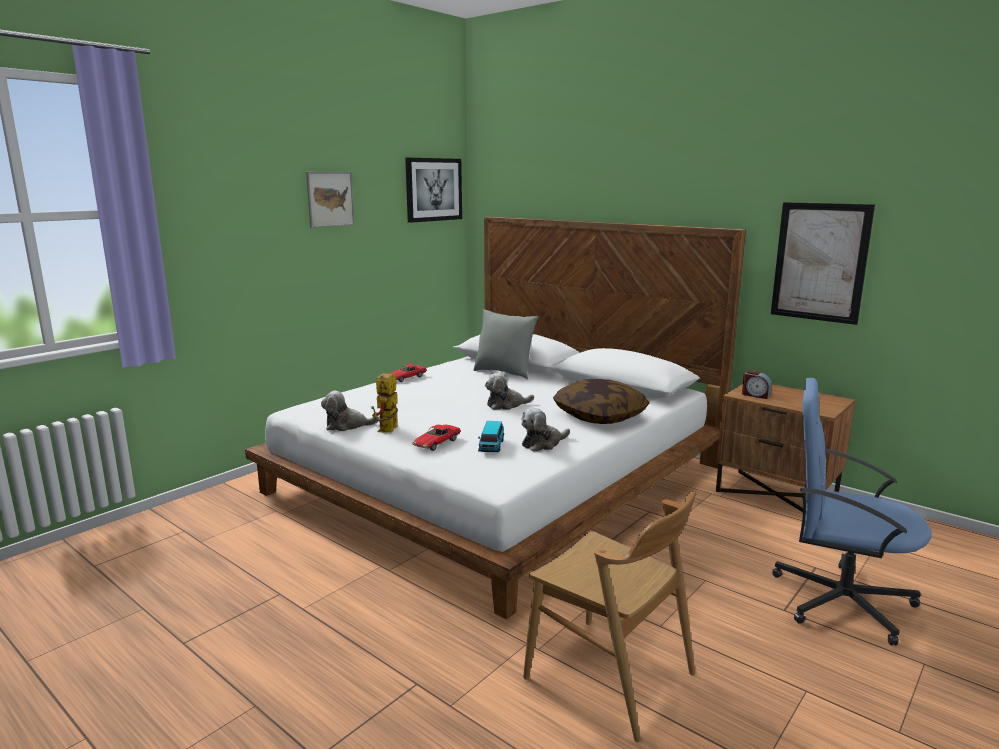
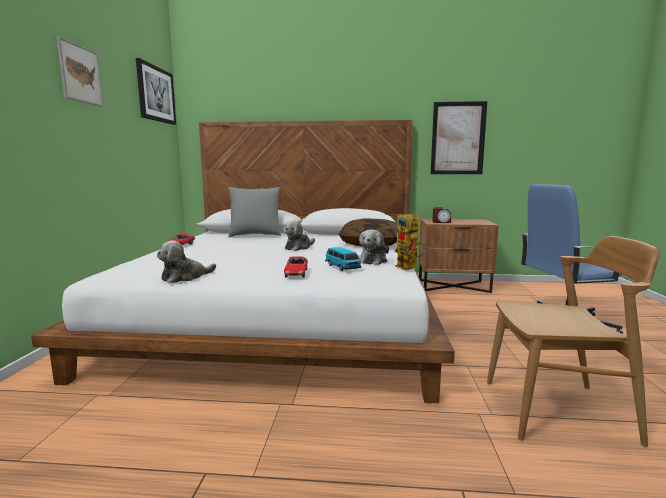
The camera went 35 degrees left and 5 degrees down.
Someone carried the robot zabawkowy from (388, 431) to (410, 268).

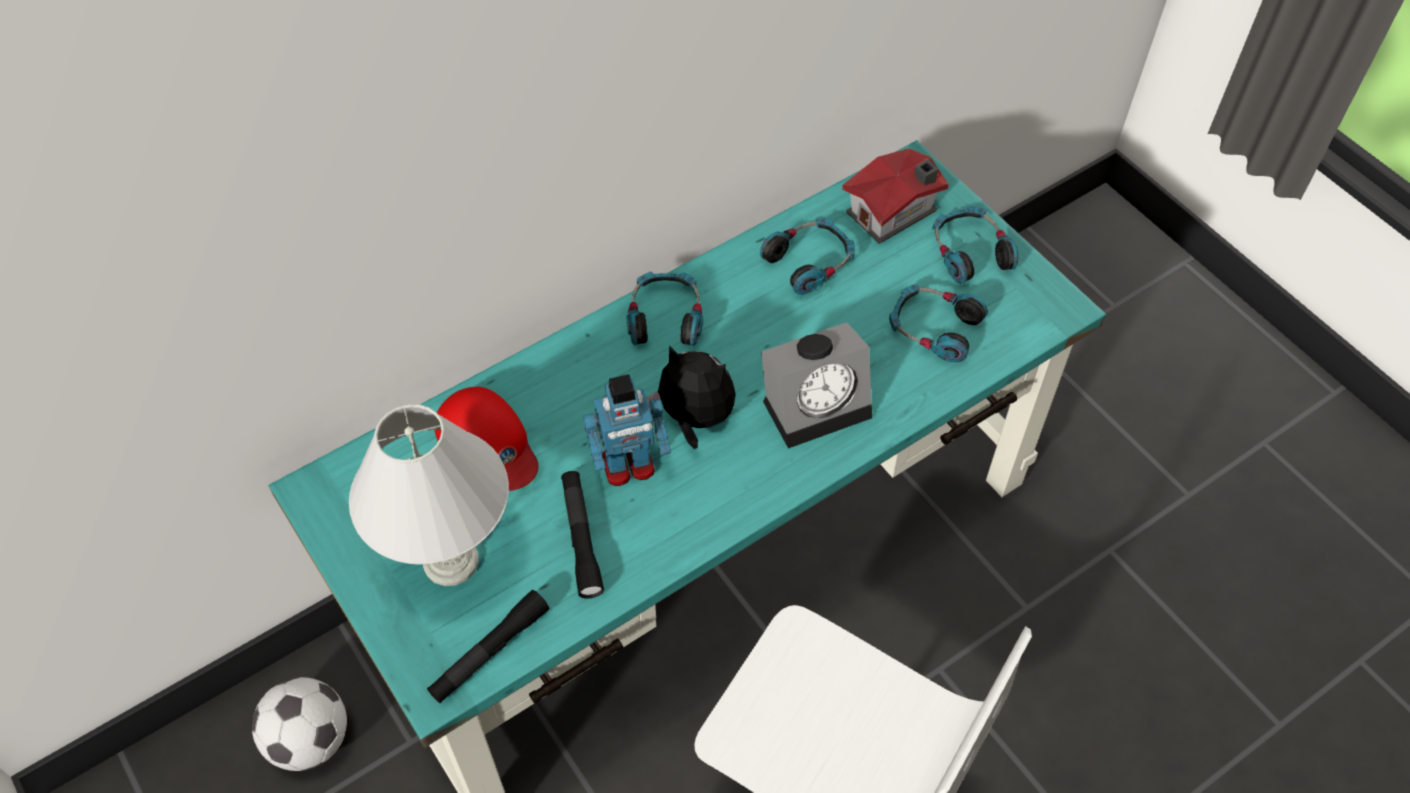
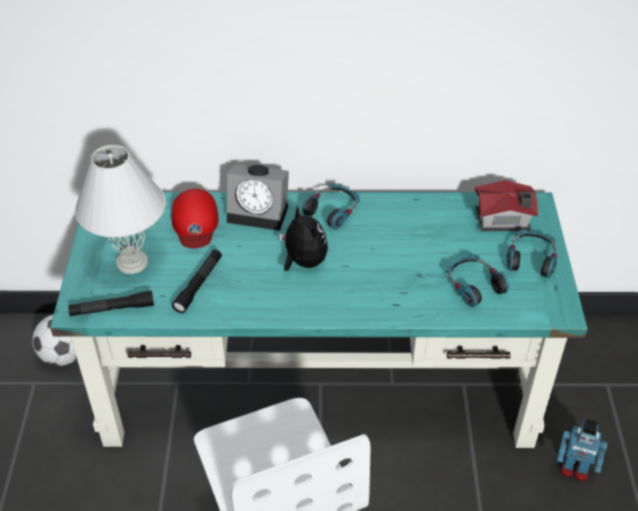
The camera went 35 degrees right and 10 degrees down.
Someone took away the słuchawki at (809, 261).
Someone carried the robot zabawkowy from (628, 466) to (574, 469).
Someone carried the budzik from (818, 404) to (260, 212).

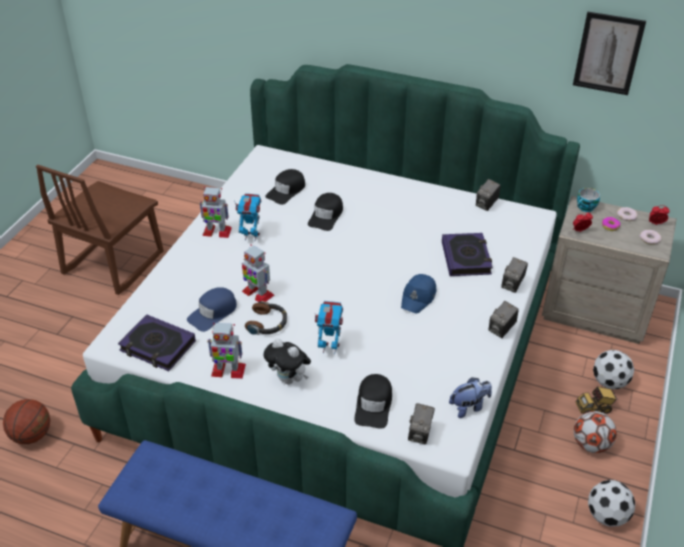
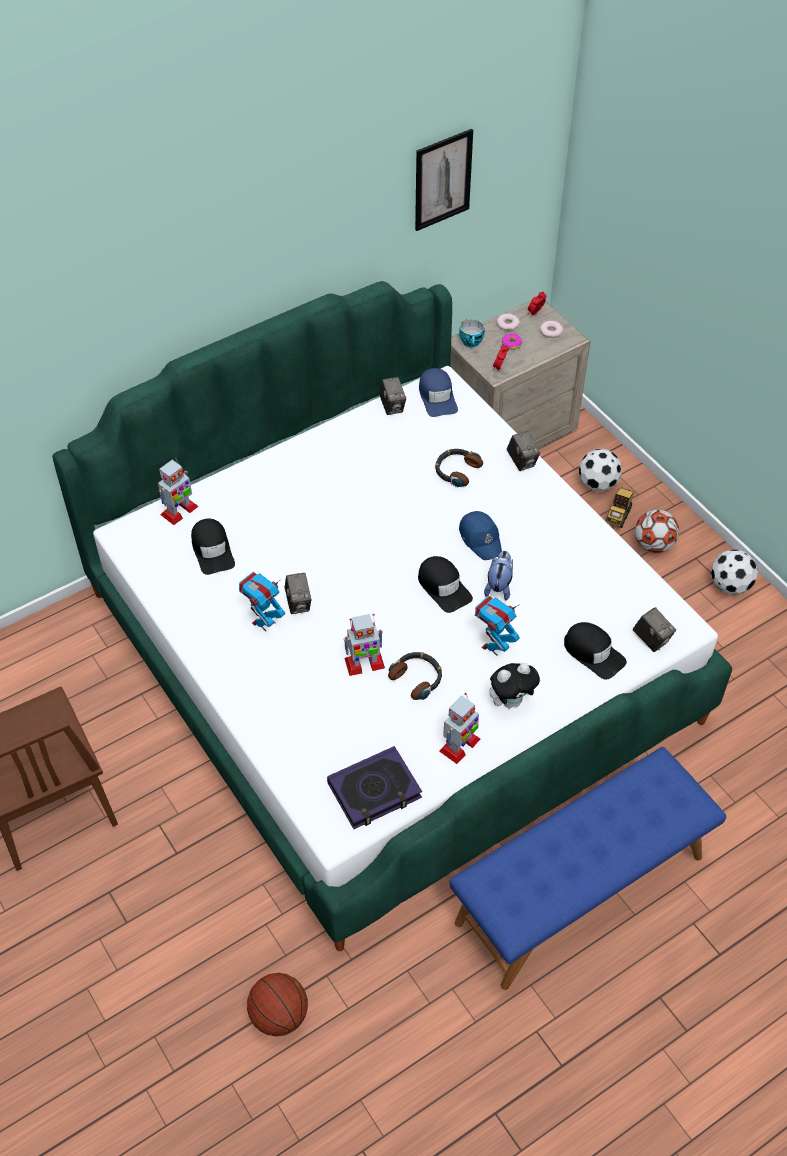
The camera went 55 degrees left and 10 degrees up.
Someone carried the czapka z daszkiem [niebieski] from (213, 313) to (437, 397).
Someone carried the robot zabawkowy from (216, 232) to (179, 511).
Someone carried the czapka z daszkiem [czarny] from (326, 216) to (443, 587).
Someone carried the pluszak from (469, 407) to (499, 586).
Someone carried the aparat fotograficzny from (501, 329) to (298, 603).
Someone swapped the książka at (466, 258) for the słuchawki at (456, 470).

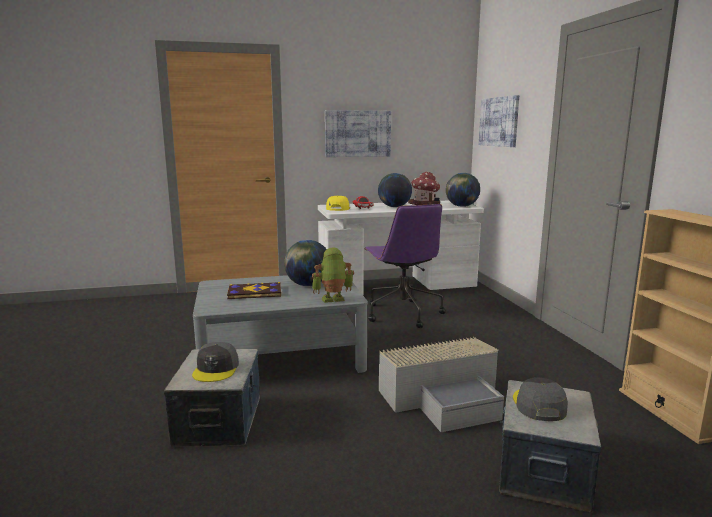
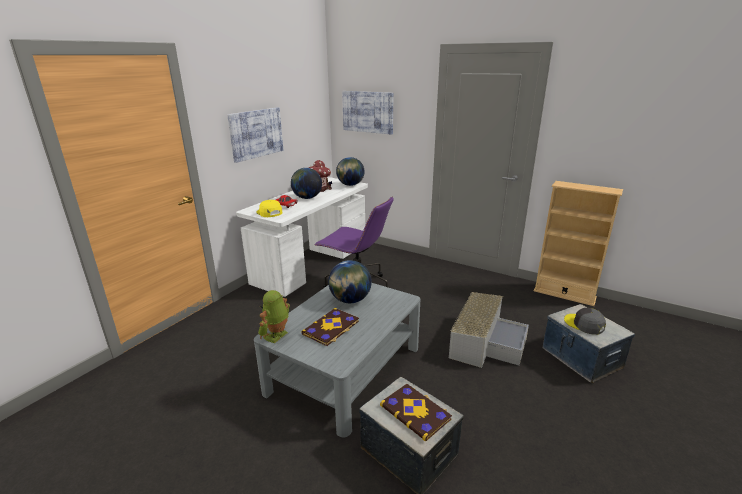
The camera went 45 degrees left and 10 degrees up.
Someone carried the robot zabawkowy from (333, 300) to (277, 336).
Someone swapped the czapka z daszkiem [szary] at (216, 369) for the książka at (416, 412).

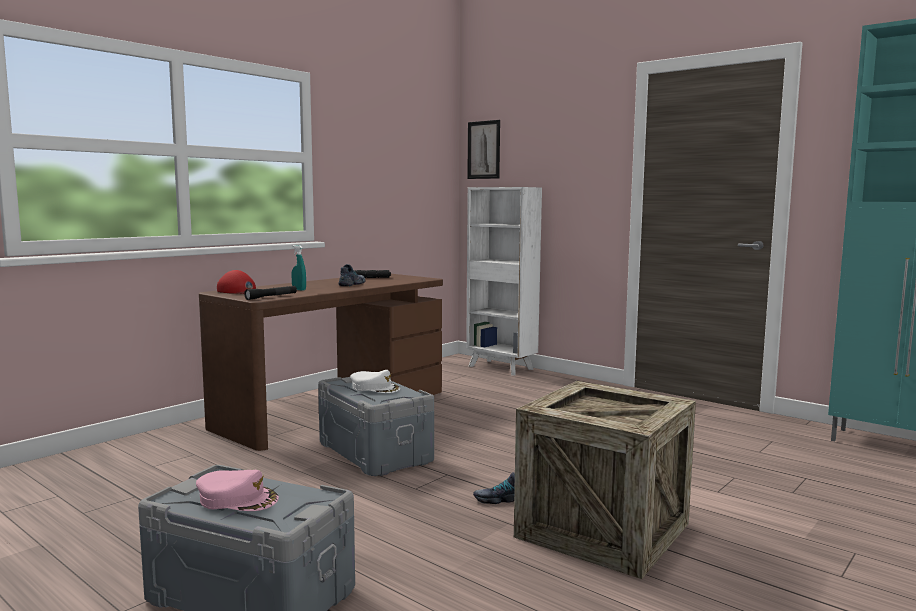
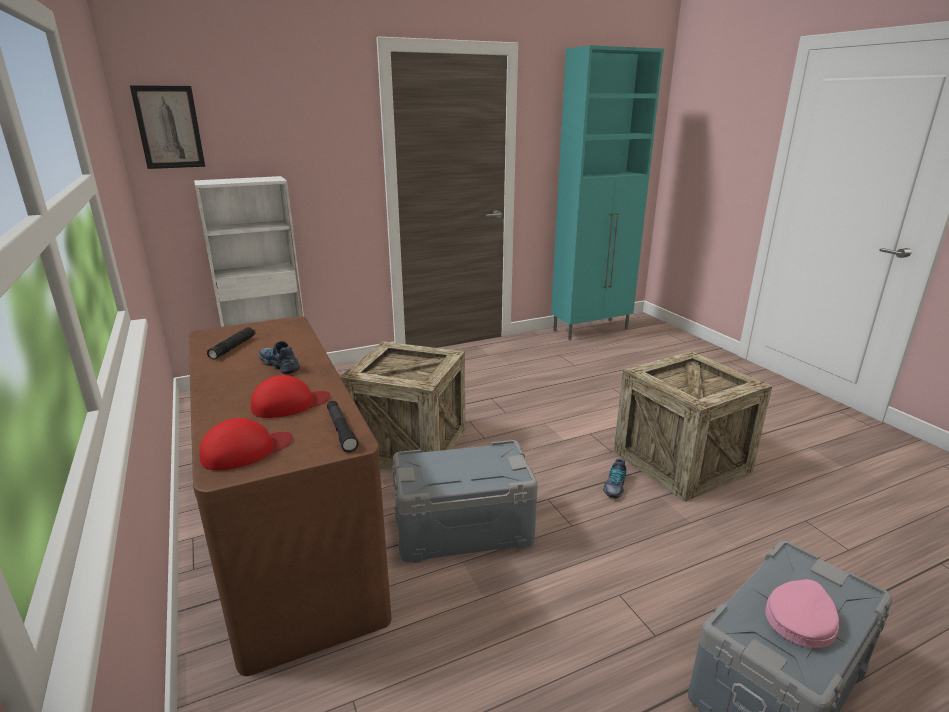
The camera went 65 degrees left and 15 degrees up.
Someone took away the czapka z daszkiem [biały] at (375, 388).
Someone put down the skrzynka at (409, 444).
Someone swapped the spryskiwacz [turkusowy] at (299, 289) for the czapka z daszkiem [czerwony] at (289, 404).

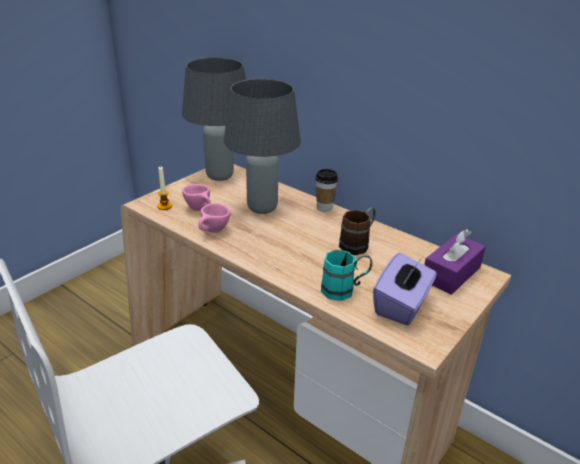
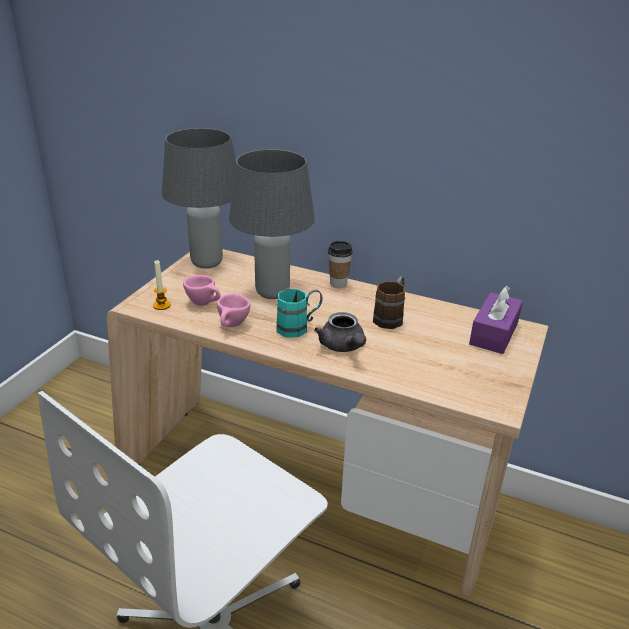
The camera went 15 degrees left and 0 degrees up.
Someone took away the pudełko chusteczek [fioletowy] at (402, 305).
Someone put down the imbryk [szary] at (343, 347).
Someone carried the kubek [turkusowy] from (345, 289) to (299, 327).

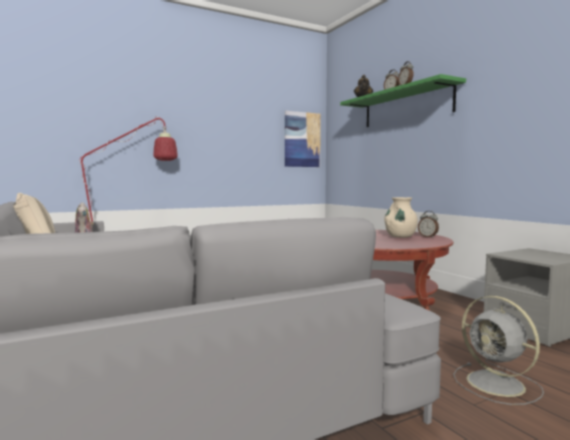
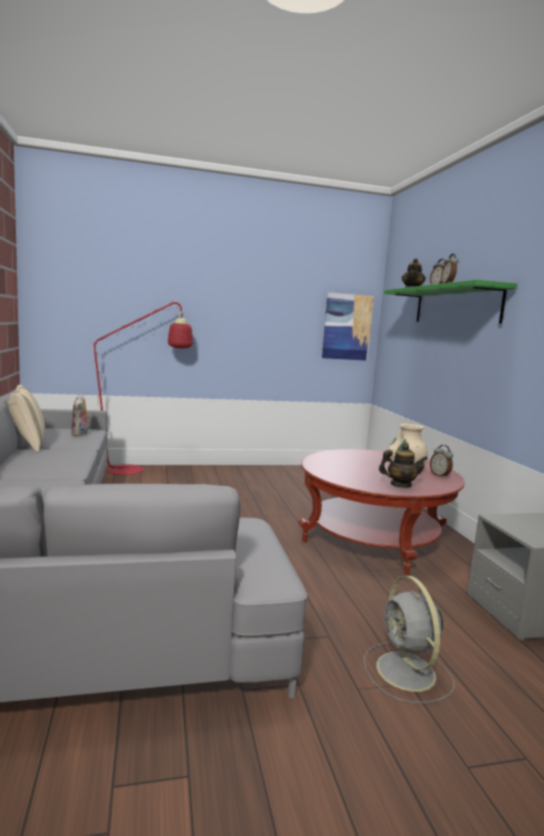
The camera went 15 degrees right and 5 degrees up.
Someone put down the imbryk at (400, 485).

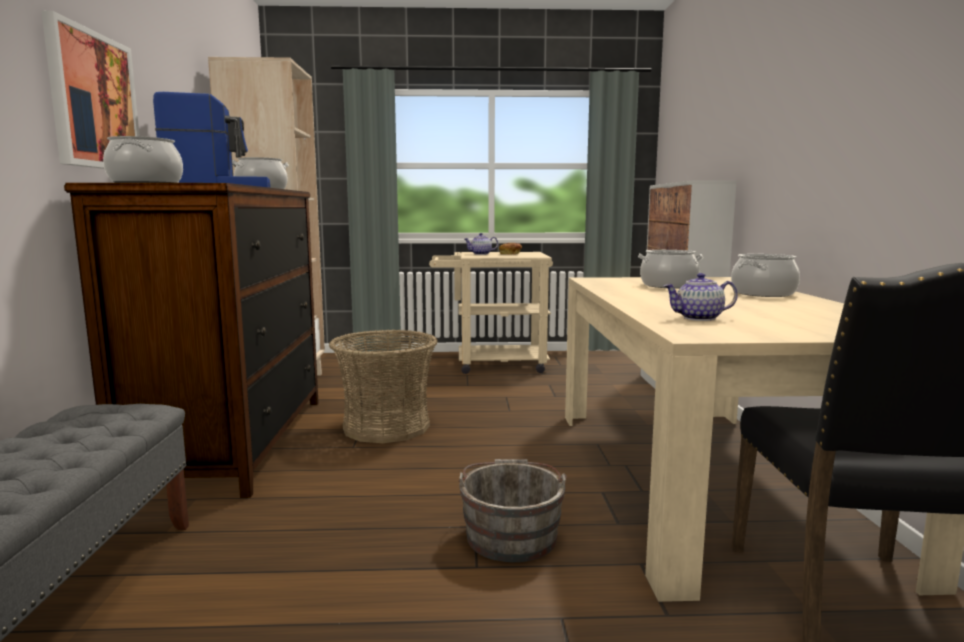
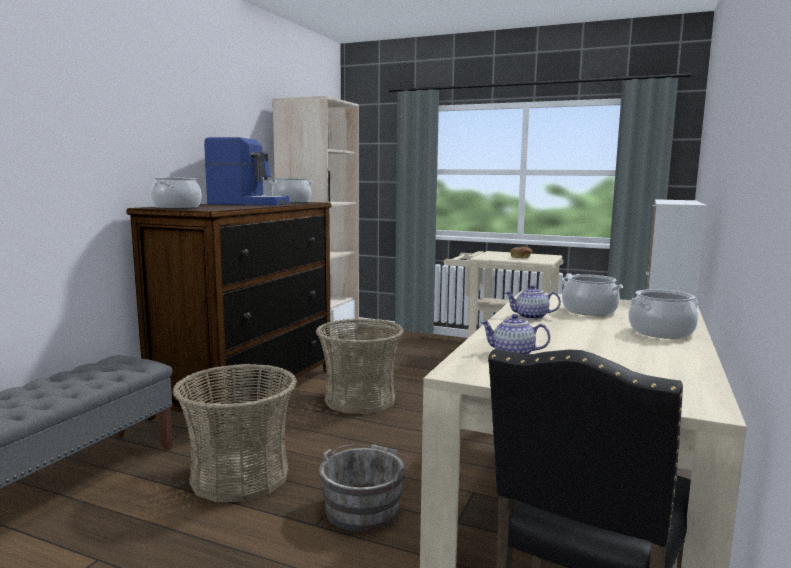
The camera went 25 degrees right and 0 degrees up.
Someone took away the obraz at (93, 101).
Someone put down the koszyk at (240, 476).
Someone carried the imbryk from (481, 254) to (531, 317).

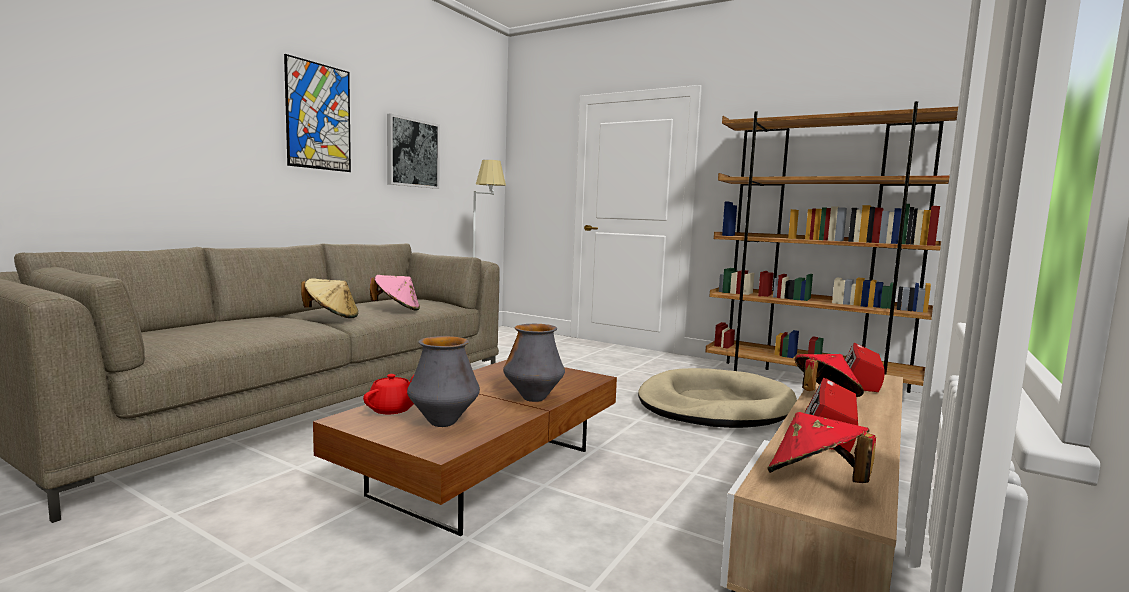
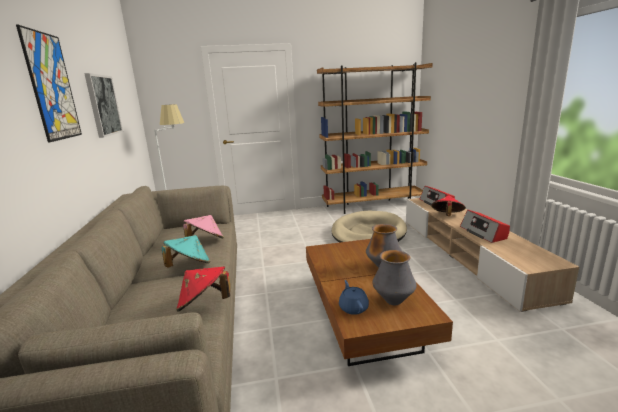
The camera went 40 degrees left and 10 degrees up.
Someone carried the kapelusz [czerwony] from (814, 481) to (204, 304).
Someone repainted the kapelusz [beżowy] at (332, 317), which became the kapelusz [turkusowy] at (189, 266).
Someone repainted the imbryk [czerwony] at (392, 409), which became the imbryk [niebieski] at (353, 308).

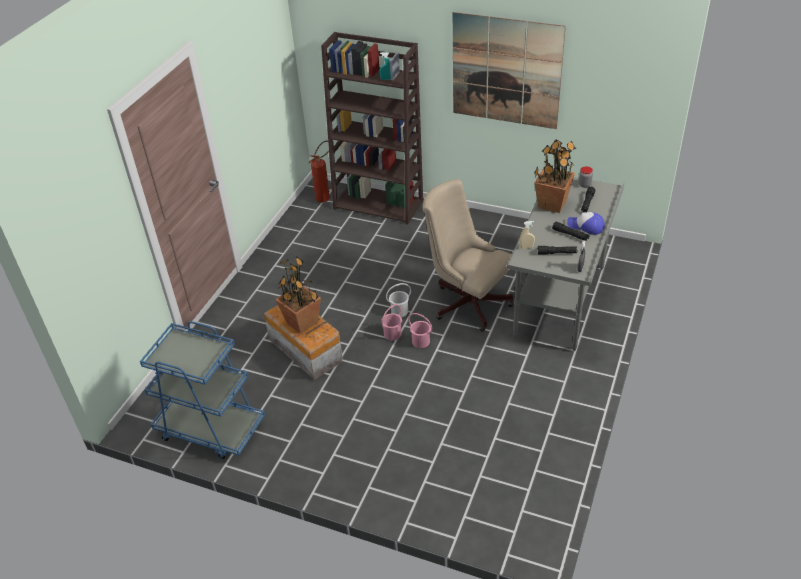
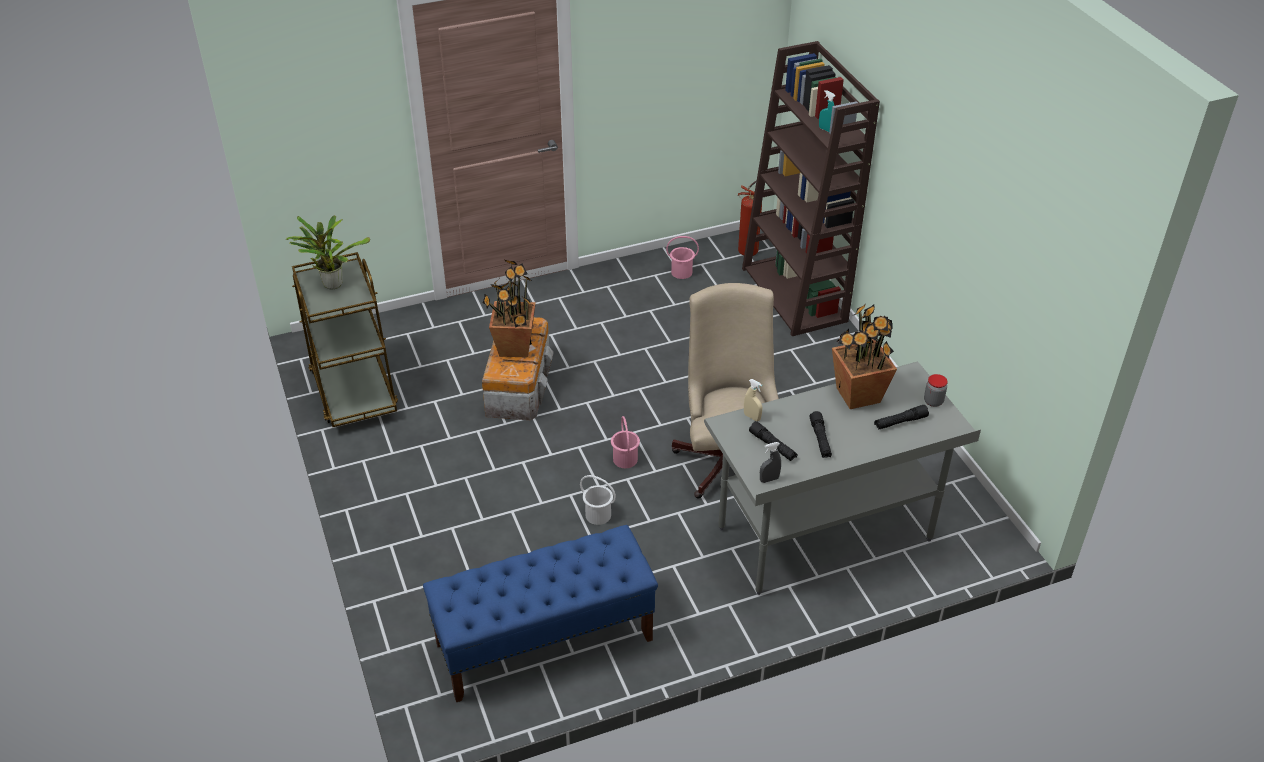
The camera went 45 degrees right and 0 degrees up.
Someone took away the obraz at (506, 71).
Someone took away the czapka z daszkiem at (586, 226).
Someone put down the roślina doniczkowa at (331, 283).
Someone put down the ławka [niebieski] at (543, 642).
Someone carried the wiadro [różowy] from (393, 334) to (682, 272).
Someone carried the wiadro [biały] from (400, 311) to (598, 515).
Someone repainted the wózek [niebieski] at (210, 429), which became the wózek [brązowy] at (354, 390).

